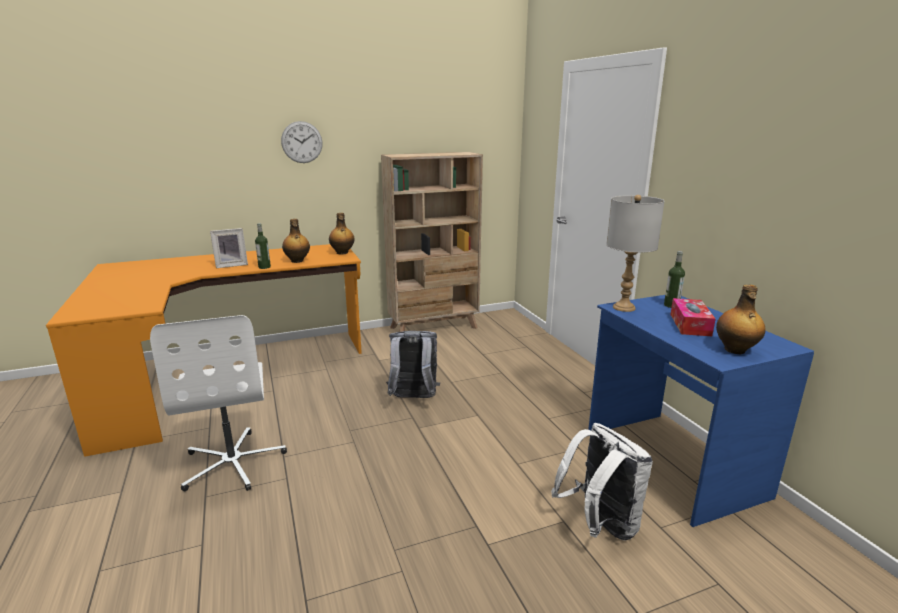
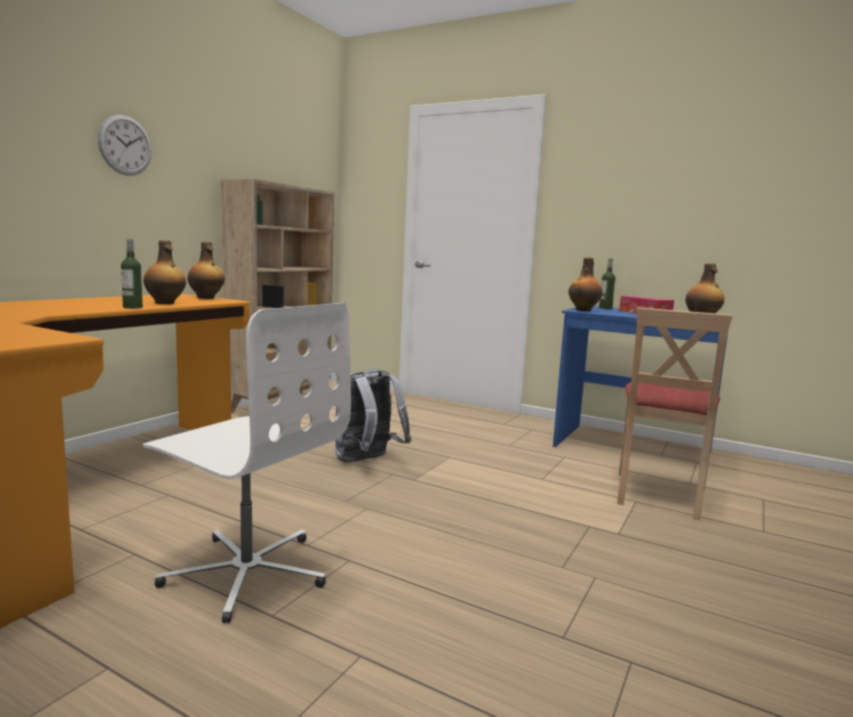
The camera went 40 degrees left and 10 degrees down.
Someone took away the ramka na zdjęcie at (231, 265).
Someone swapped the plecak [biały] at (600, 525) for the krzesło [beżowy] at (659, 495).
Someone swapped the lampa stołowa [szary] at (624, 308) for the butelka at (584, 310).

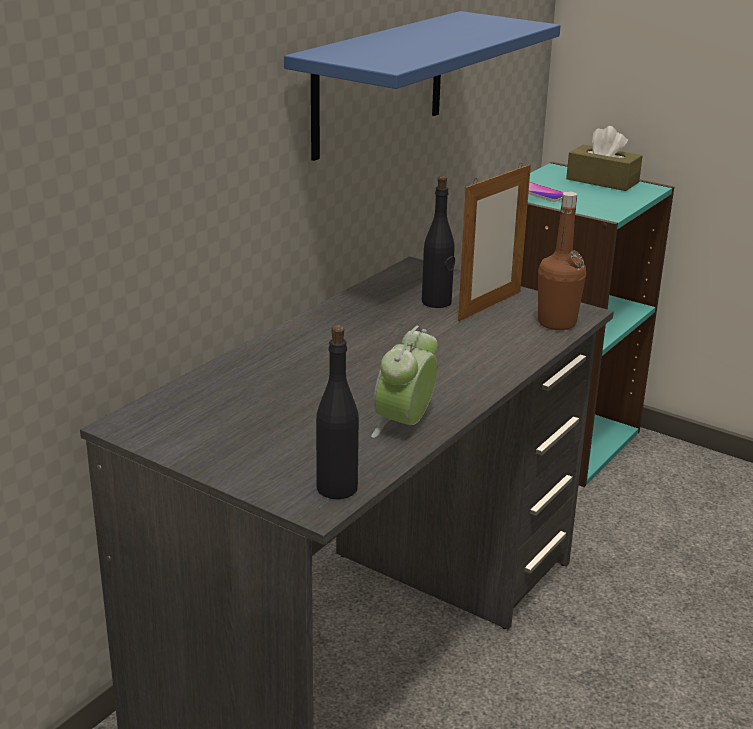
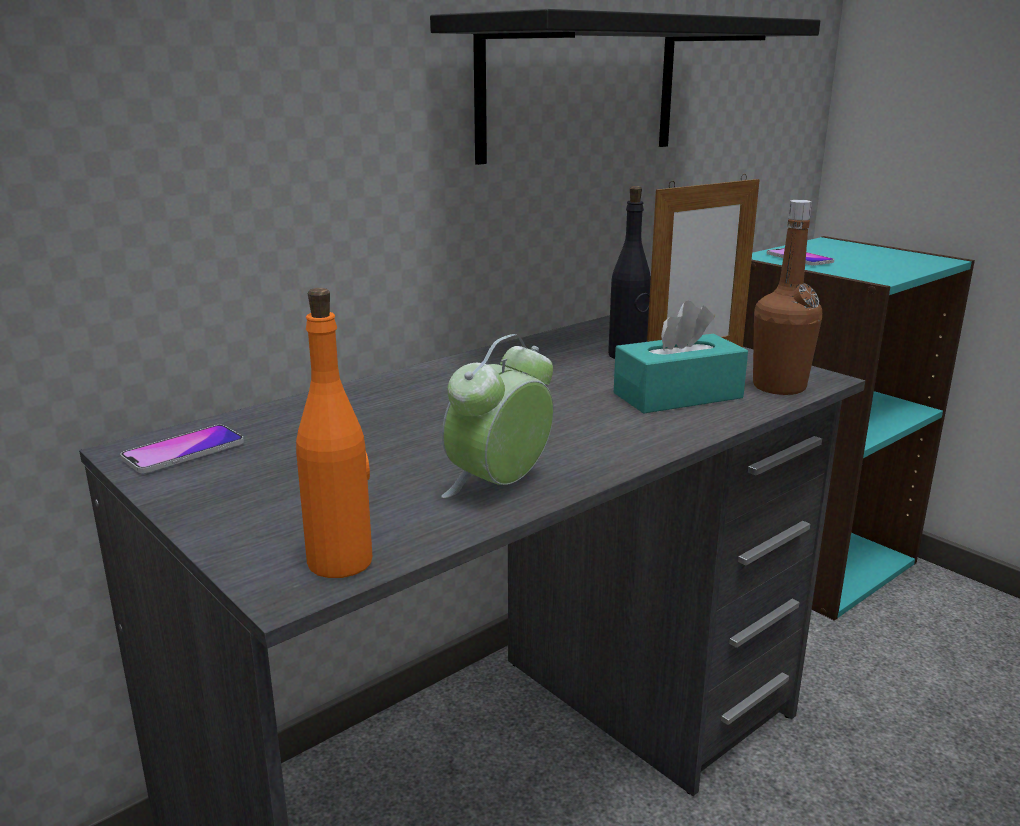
The camera went 15 degrees right and 5 degrees down.
Someone took away the pudełko chusteczek [brązowy] at (602, 181).
Someone put down the telefon at (184, 451).
Someone put down the pudełko chusteczek [turkusowy] at (678, 395).
Someone repainted the półka [niebieski] at (379, 84), which became the półka [czarny] at (580, 88).
Someone repainted the butelka [czarny] at (337, 488), which became the butelka [pomarańczowy] at (341, 561).

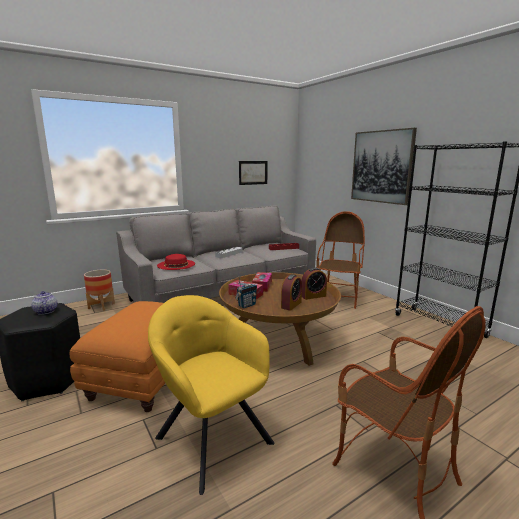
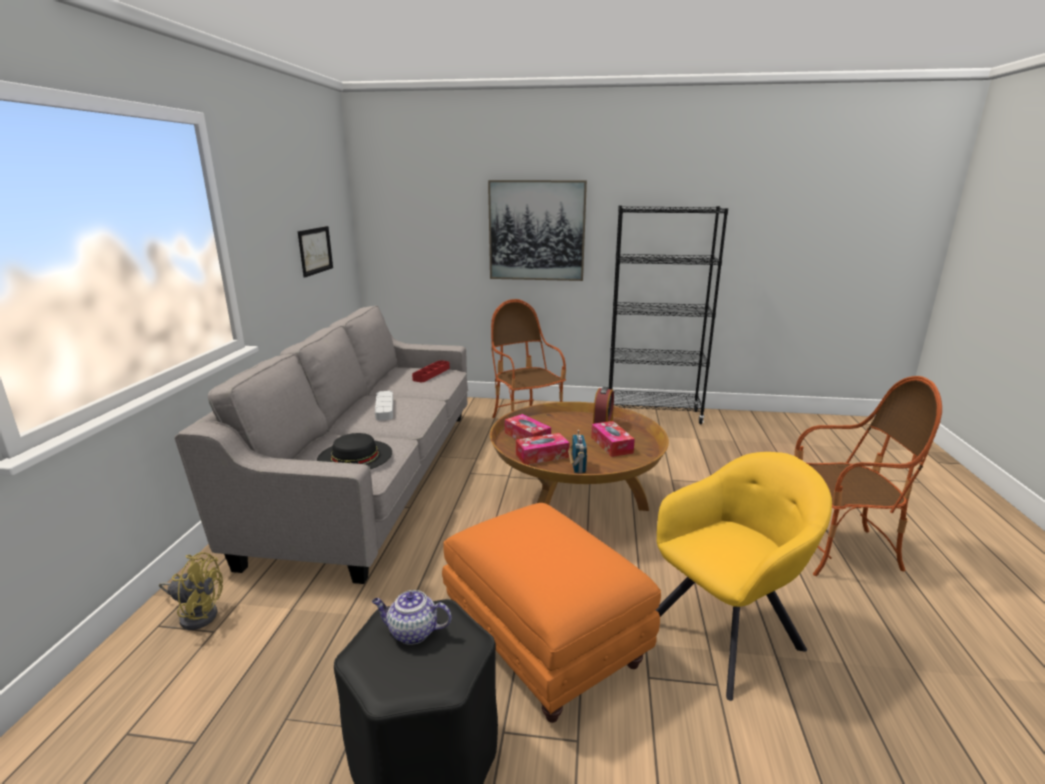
The camera went 50 degrees left and 5 degrees up.
Someone swapped the donica at (101, 306) for the wentylator [żółty] at (197, 613).
Someone swapped the budzik at (291, 305) for the pudełko chusteczek at (611, 445).
Someone repainted the kapelusz [czerwony] at (176, 264), which became the kapelusz [czarny] at (355, 456).
Someone rotated the fotel [żółty] at (211, 437) by 150 degrees clockwise.

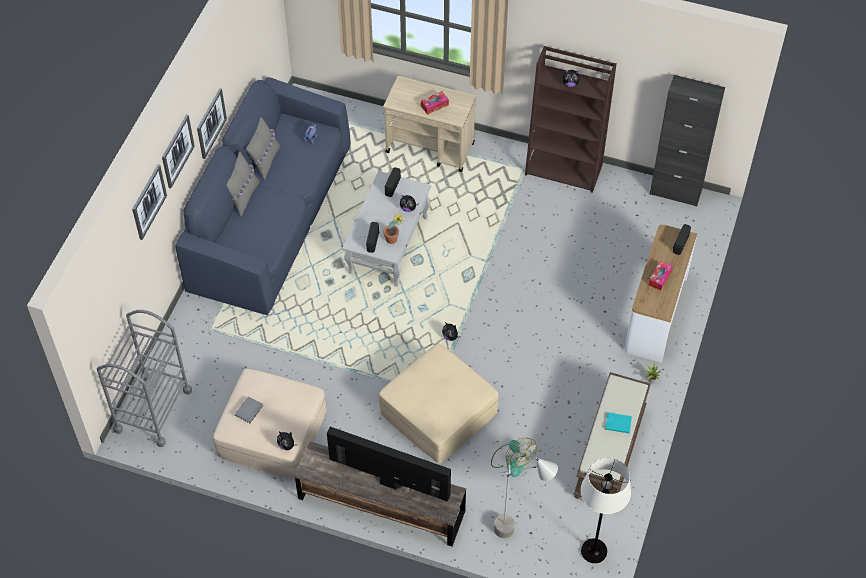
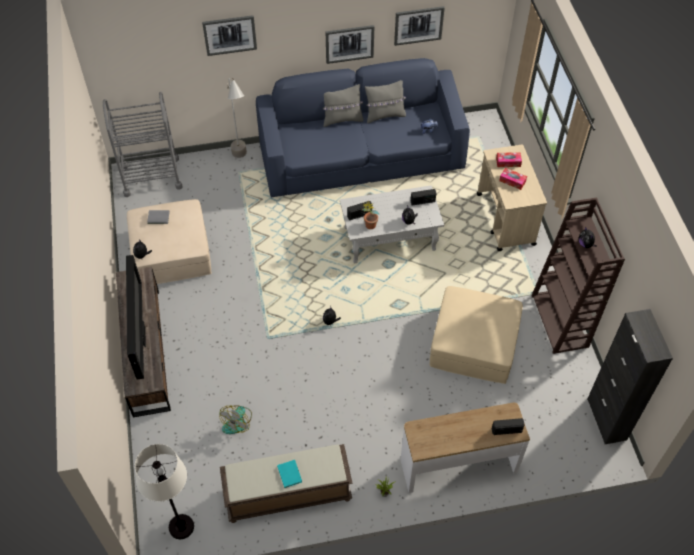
The camera went 60 degrees right and 0 degrees up.
Someone carried the obraz from (177, 151) to (418, 25).
Someone carried the pufa [beżowy] from (439, 412) to (474, 344).
Someone carried the lampa stojąca [szary] from (520, 532) to (242, 161).
Someone carried the pudełko chusteczek from (660, 278) to (508, 162).

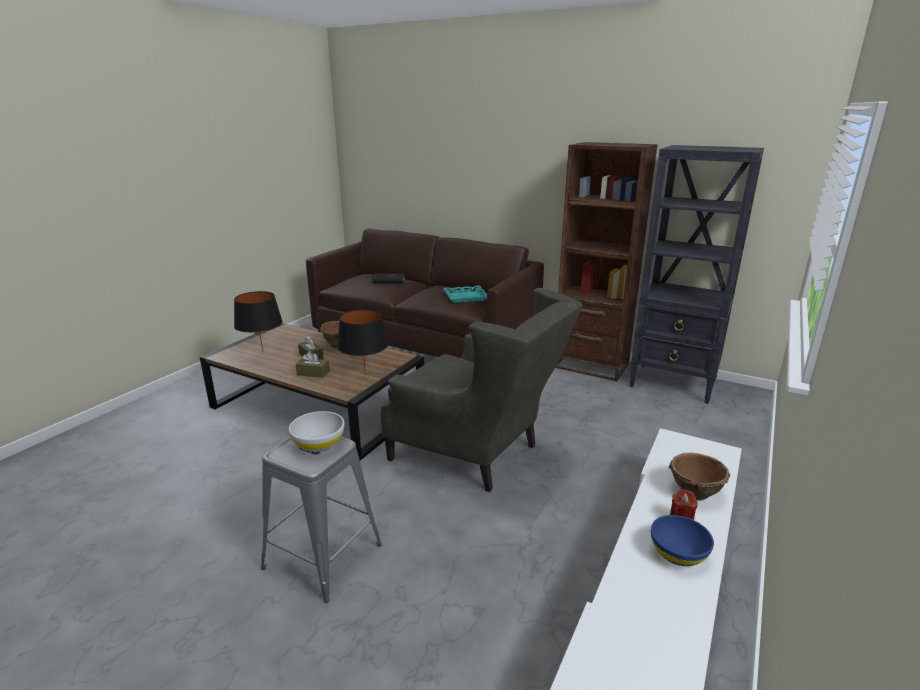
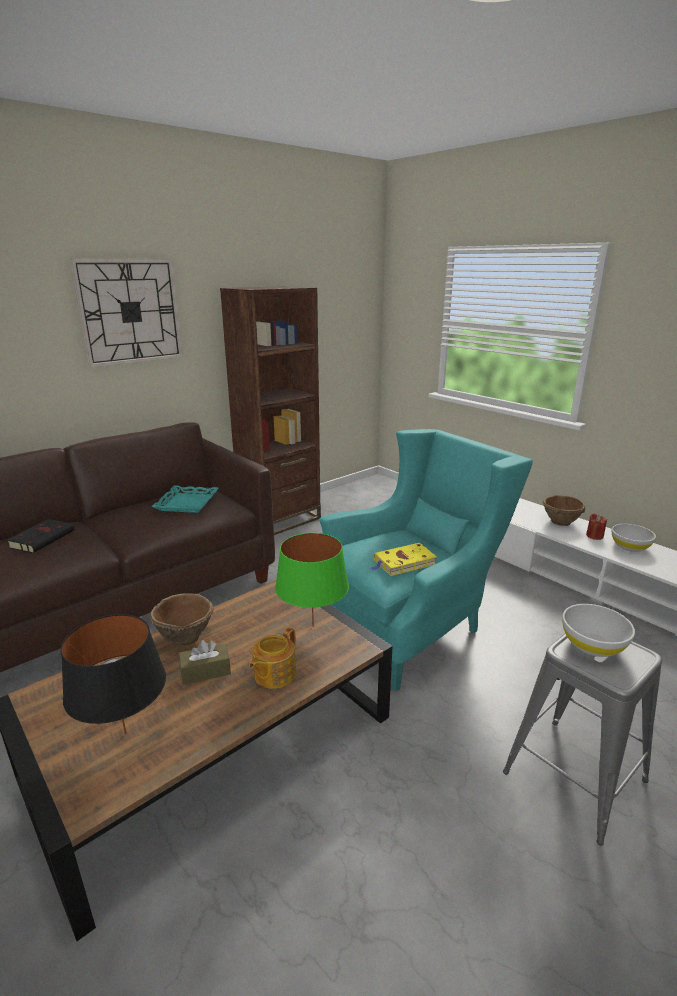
The camera went 70 degrees left and 0 degrees up.
Someone took away the regał [czarny] at (674, 383).
Someone put up the zegar ścienny at (130, 312).
Someone put down the książka [żółty] at (403, 563).
Someone swapped the pudełko chusteczek [brązowy] at (313, 373) for the imbryk at (273, 674).
Someone repainted the lampa stołowa [czarny] at (365, 375), which became the lampa stołowa [zielony] at (313, 626).
Someone repainted the fotel [szary] at (477, 454), which became the fotel [turkusowy] at (409, 623).
Someone repainted the miska [niebieski] at (678, 554), which became the miska [biały] at (630, 547).

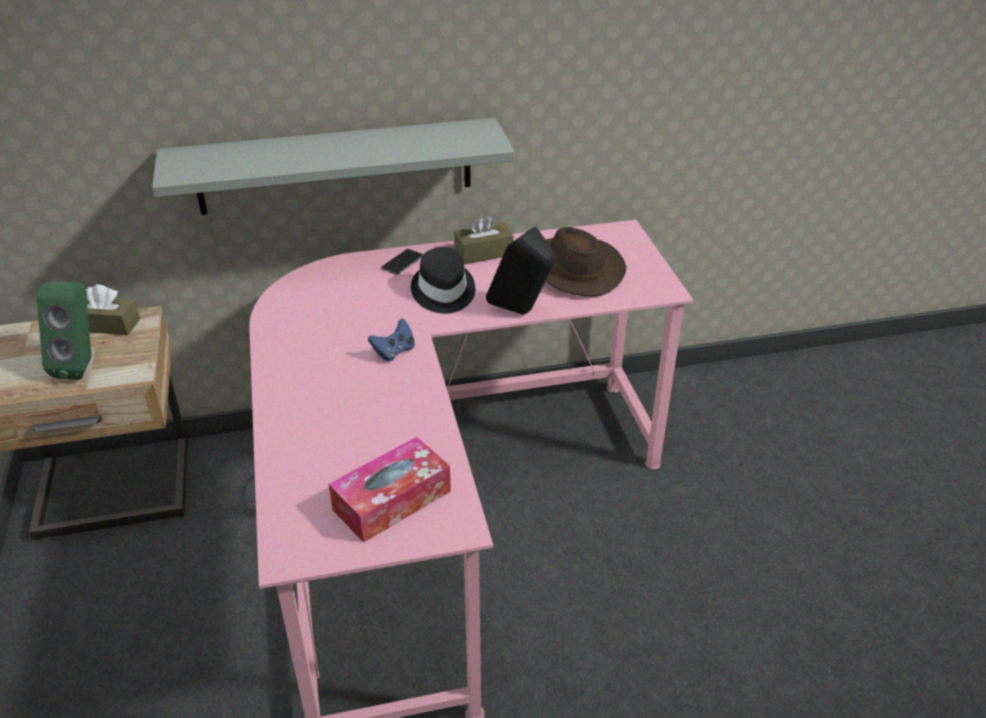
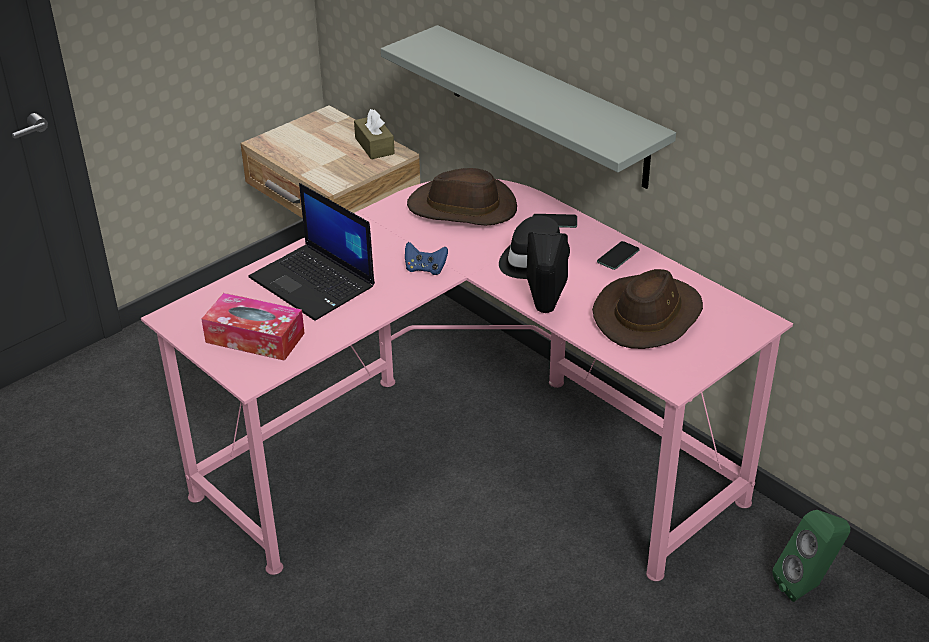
The camera went 60 degrees right and 0 degrees up.
Someone put down the laptop at (314, 283).
Someone put down the kapelusz [brązowy] at (462, 208).
Someone carried the głośnik [zielony] from (82, 365) to (806, 586).
Someone swapped the pudełko chusteczek [brązowy] at (483, 253) for the telefon at (618, 256).

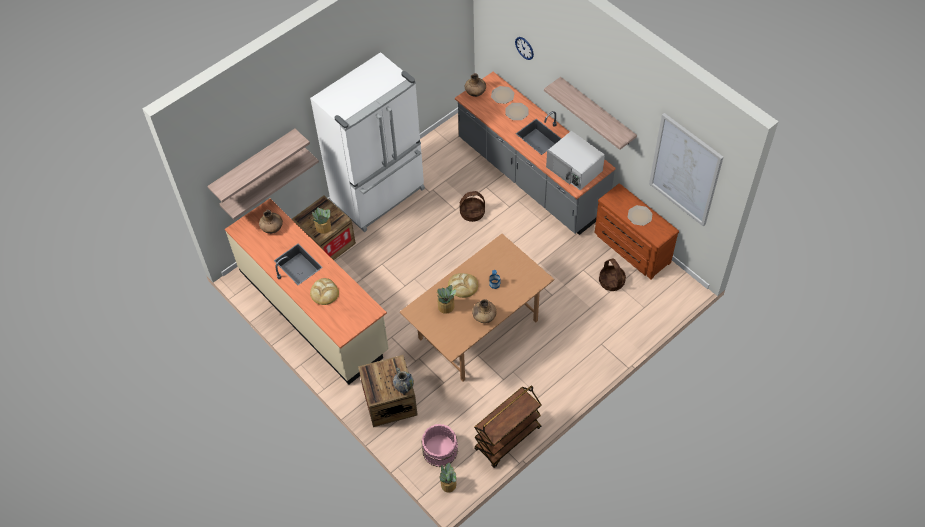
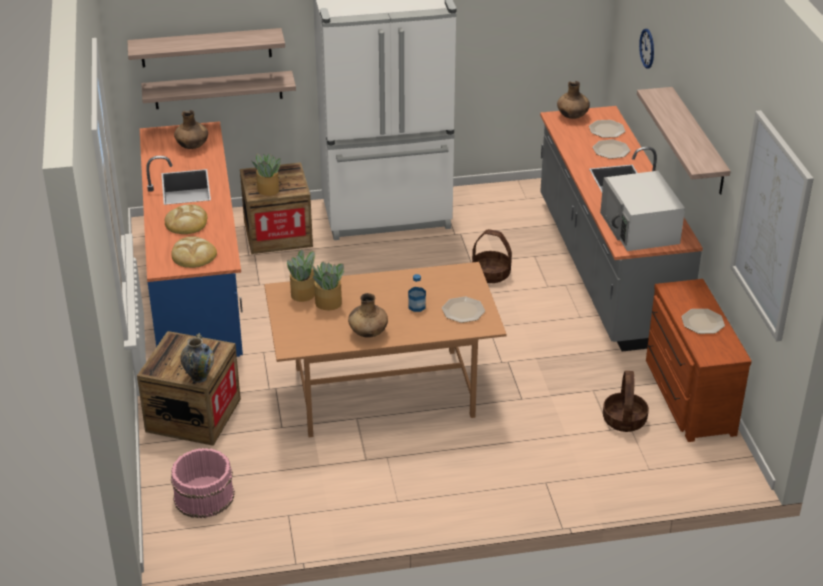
The camera went 30 degrees right and 20 degrees down.
Someone took away the wózek [brązowy] at (507, 439).
Someone put down the talerz at (462, 310).
Someone carried the roślina doniczkowa from (448, 484) to (304, 293).
Someone carried the chleb from (463, 286) to (193, 255).
Someone repainted the zabudowa kuchenna [beżowy] at (313, 310), which became the zabudowa kuchenna [niebieski] at (196, 288).

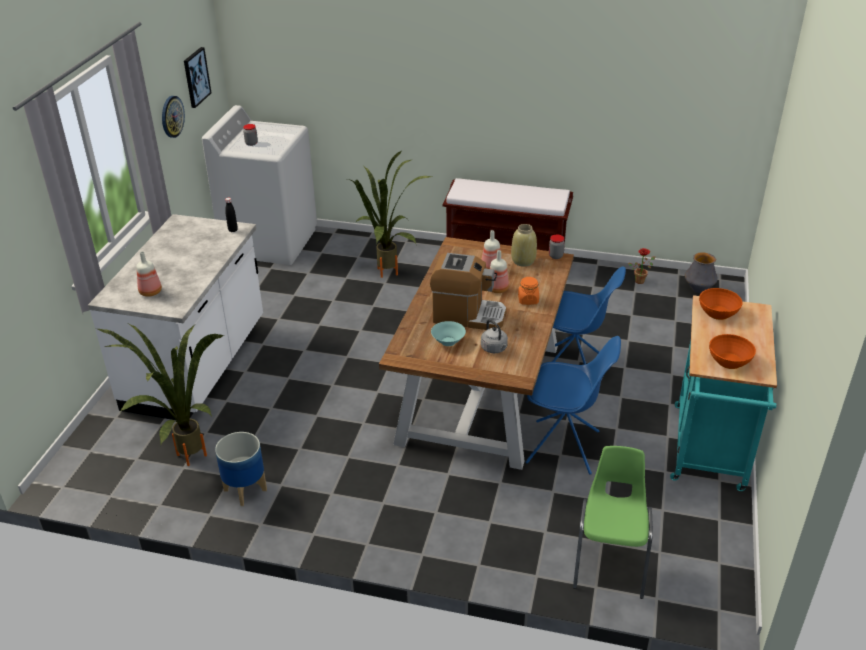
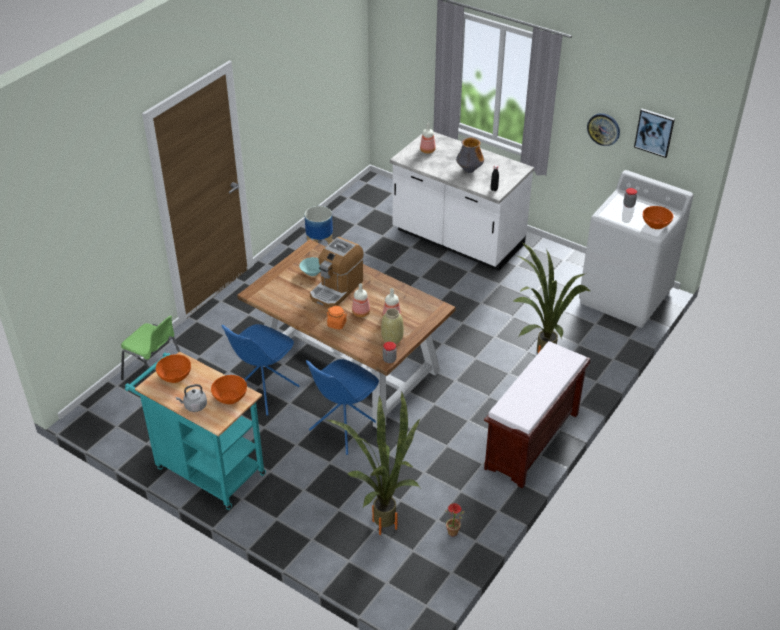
The camera went 110 degrees right and 5 degrees up.
Someone put down the miska [pomarańczowy] at (656, 224).
Someone carried the roślina doniczkowa from (182, 458) to (384, 518).
Someone carried the czajnik [szary] from (495, 349) to (194, 406).
Someone carried the wazon from (698, 290) to (469, 170).

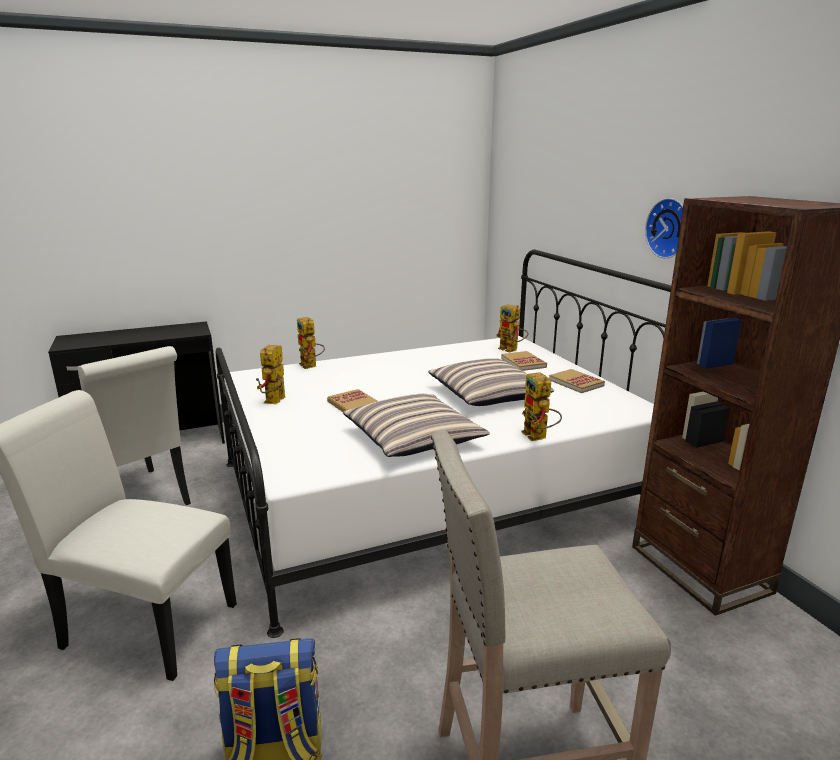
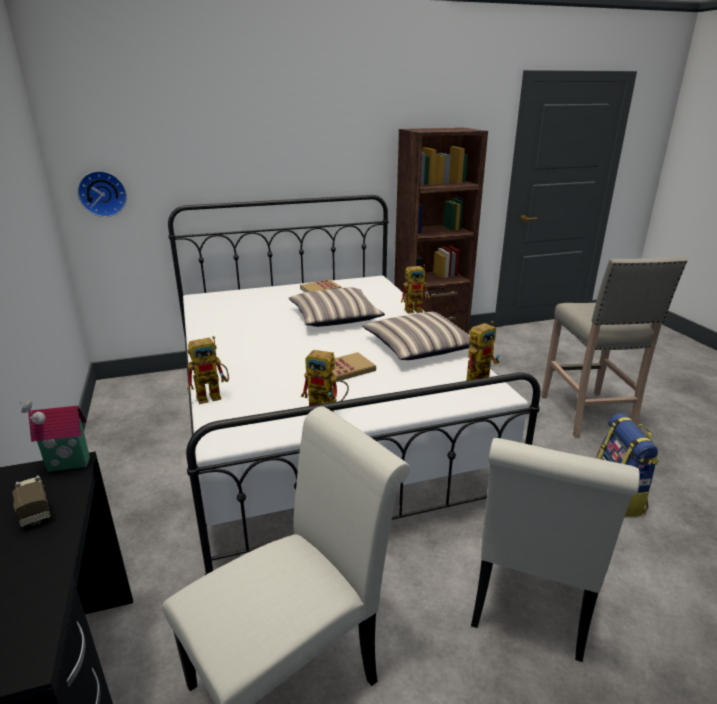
The camera went 85 degrees left and 5 degrees up.
Someone took away the książka at (523, 363).
Someone put down the ciężarówka zabawkowa at (34, 507).
Someone put down the domek at (67, 466).
Someone carried the robot zabawkowy from (512, 350) to (480, 378).
Someone carried the zegar ścienny from (670, 228) to (103, 193).

